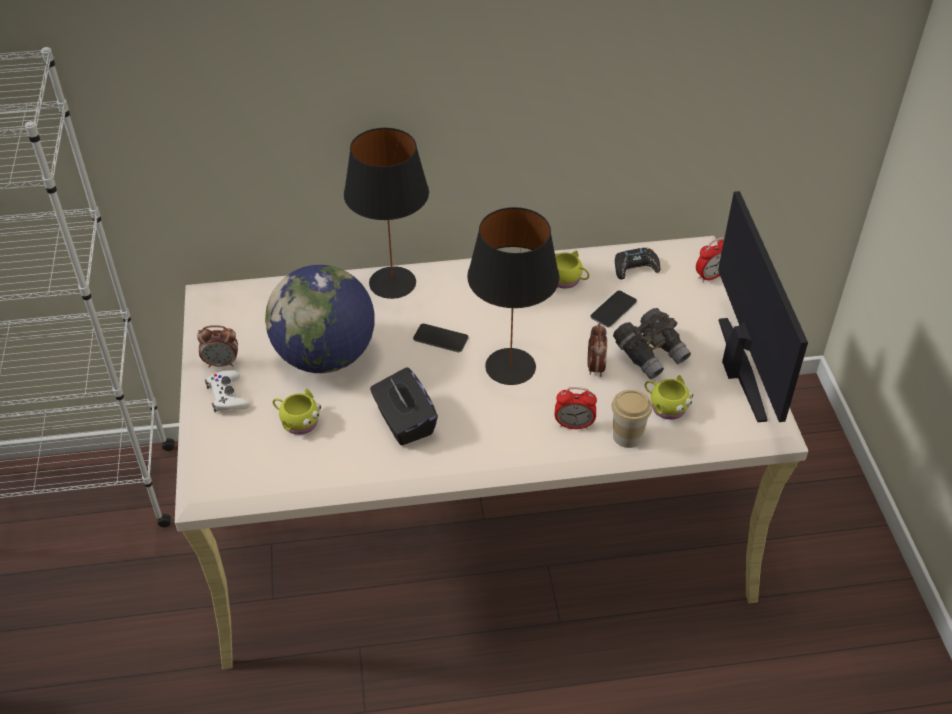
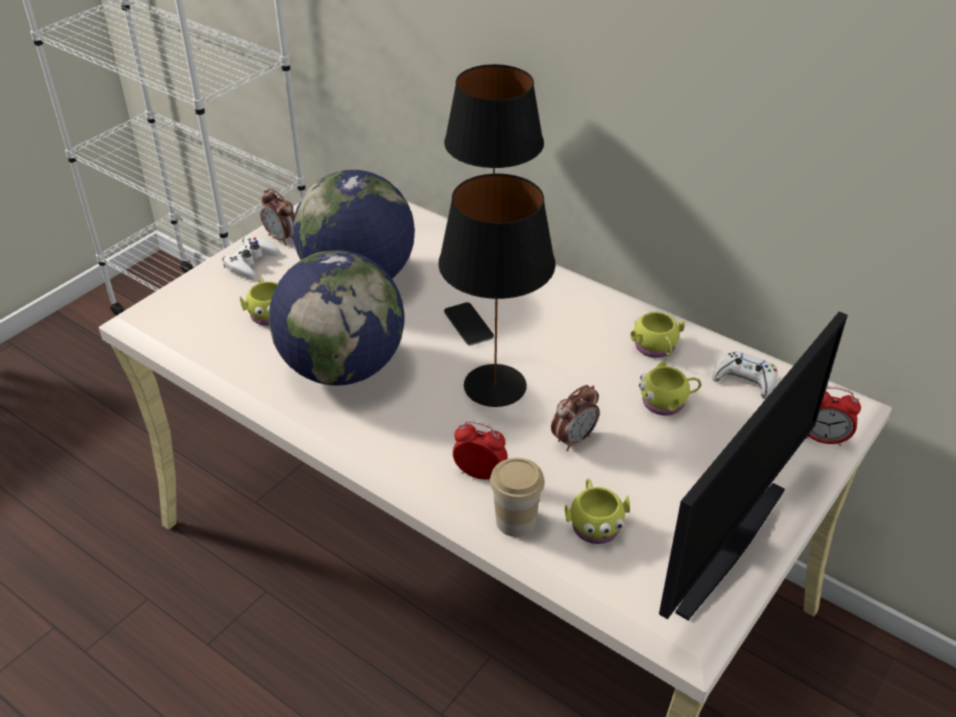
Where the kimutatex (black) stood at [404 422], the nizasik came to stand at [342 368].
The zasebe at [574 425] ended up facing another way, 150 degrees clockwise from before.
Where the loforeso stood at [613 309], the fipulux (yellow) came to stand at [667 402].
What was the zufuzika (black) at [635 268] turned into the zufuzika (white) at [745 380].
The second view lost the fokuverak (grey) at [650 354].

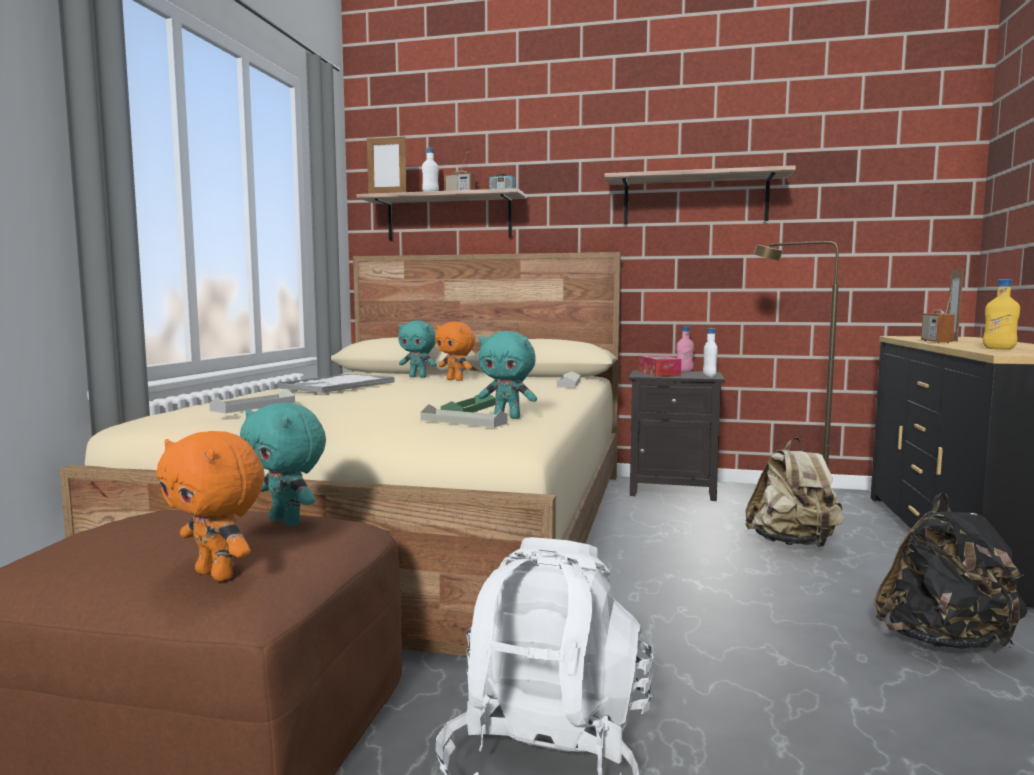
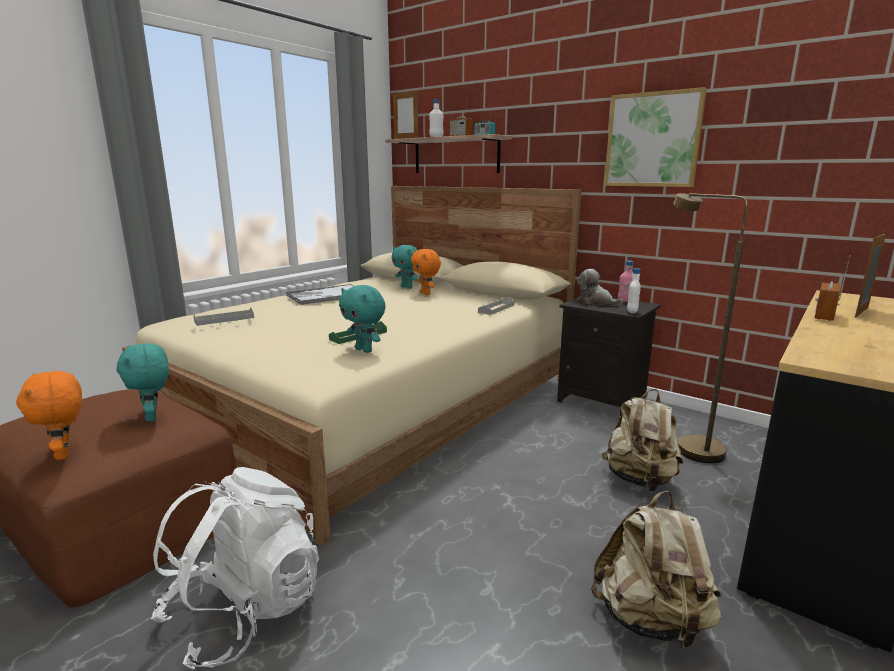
Where the kimutatex stood at [659 373], the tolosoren came to stand at [595 302].
What was the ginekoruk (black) at [945 642] turned into the ginekoruk (beige) at [650 620].
Where the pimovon hung at [695 200], the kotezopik came to hang at [653 140].
The second view lost the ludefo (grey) at [463 421].
The second view lost the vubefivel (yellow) at [999 349].

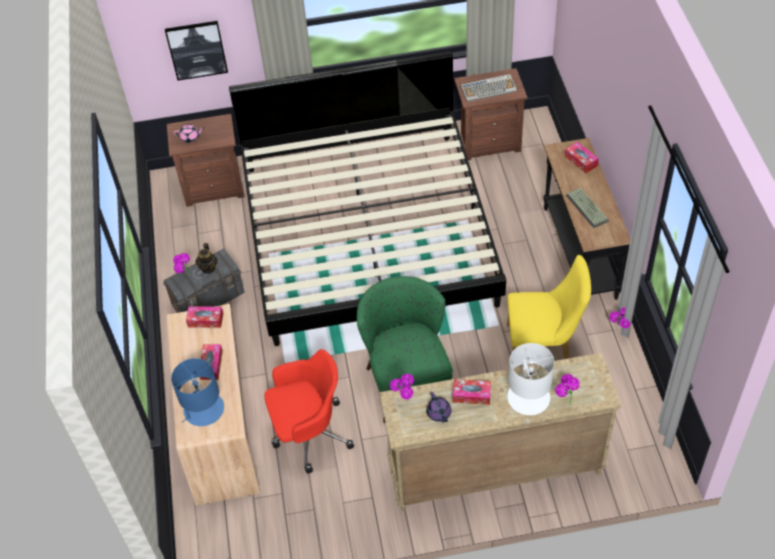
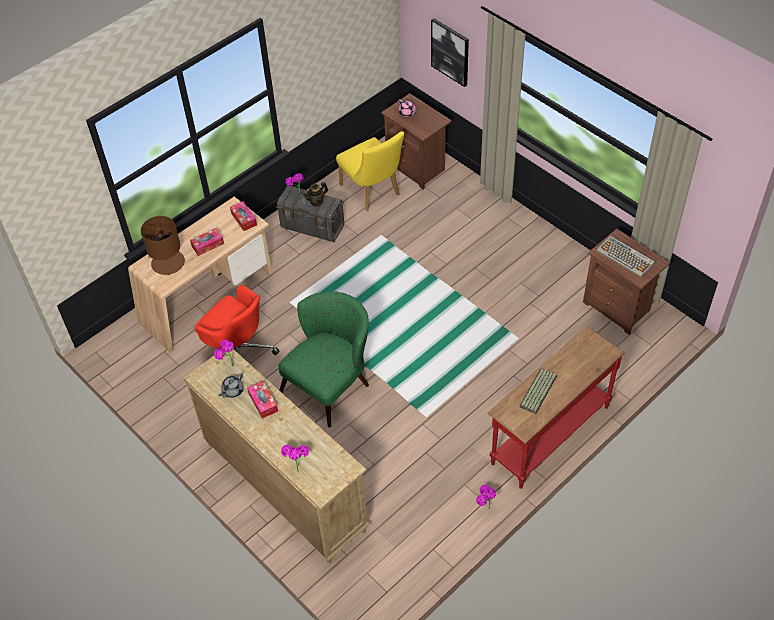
What was the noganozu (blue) at [203 410] turned into the noganozu (brown) at [167 262].
What was the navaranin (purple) at [439 413] turned into the navaranin (grey) at [232 391].
The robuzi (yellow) ended up elsewhere, having gone from [543 345] to [373 192].
What was the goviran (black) at [578 253] turned into the goviran (red) at [549 434].
The second view lost the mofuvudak at [367 233].
The second view lost the noganozu (white) at [528 397].
The second view lost the kimutatex at [581 161].

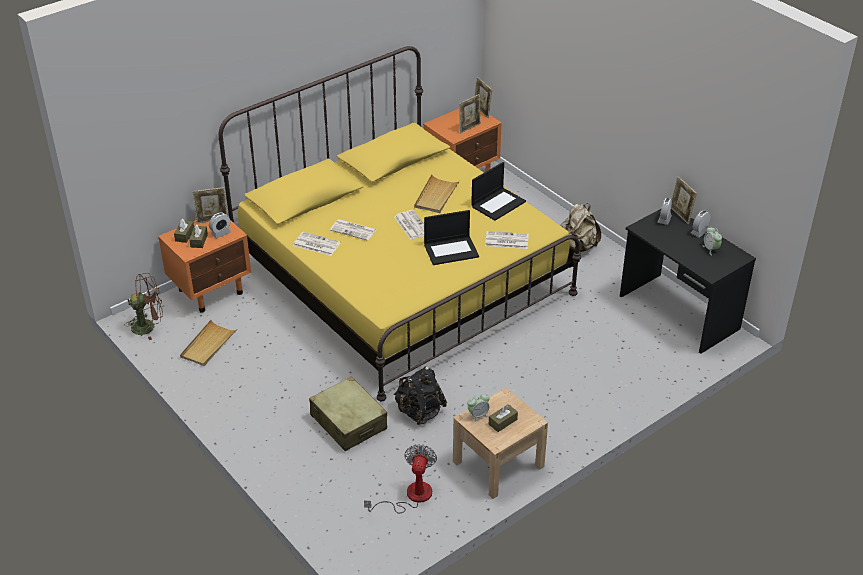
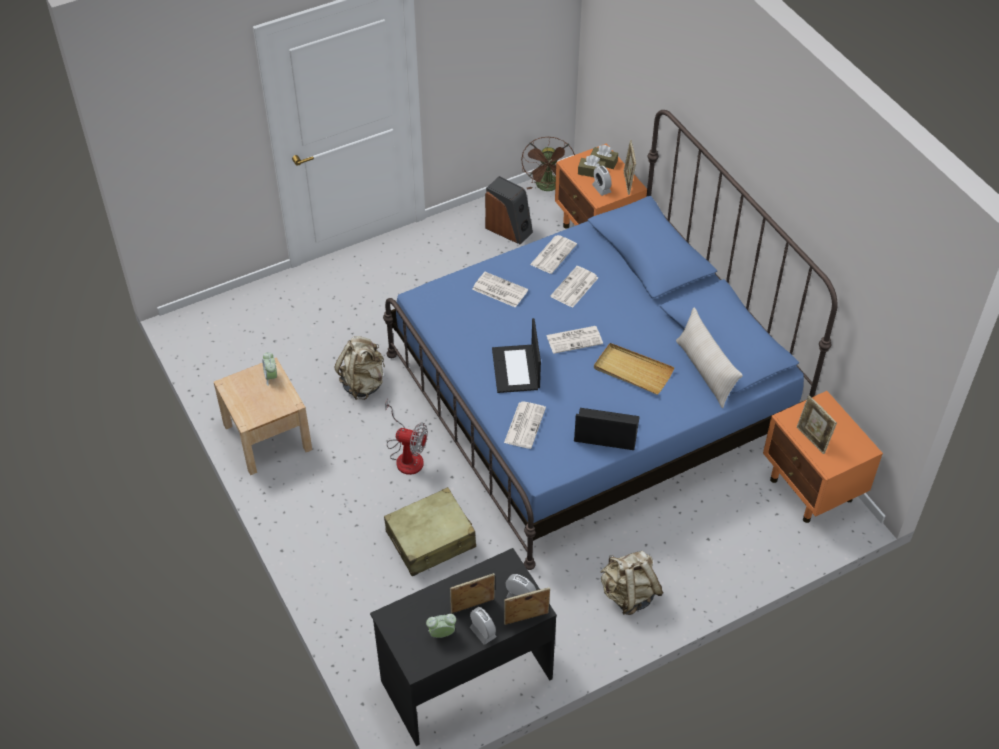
What was the ginekoruk (black) at [419 411] turned into the ginekoruk (beige) at [363 383].
What was the mofuvudak (yellow) at [402 278] turned into the mofuvudak (blue) at [591 396].
The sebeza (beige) ended up elsewhere, having gone from [348 422] to [431 540].
The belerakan ended up elsewhere, having gone from [410 496] to [406 455].
The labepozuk ended up elsewhere, having gone from [482 111] to [472 608].
The second view gained the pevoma at [499 290].
Where the ludefo (beige) stood at [208 345], the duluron came to stand at [509 229].
The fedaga at [498 203] ended up facing another way, 135 degrees clockwise from before.
The second view gained the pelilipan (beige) at [705 372].
The second view lost the kimutatex (brown) at [502 422].

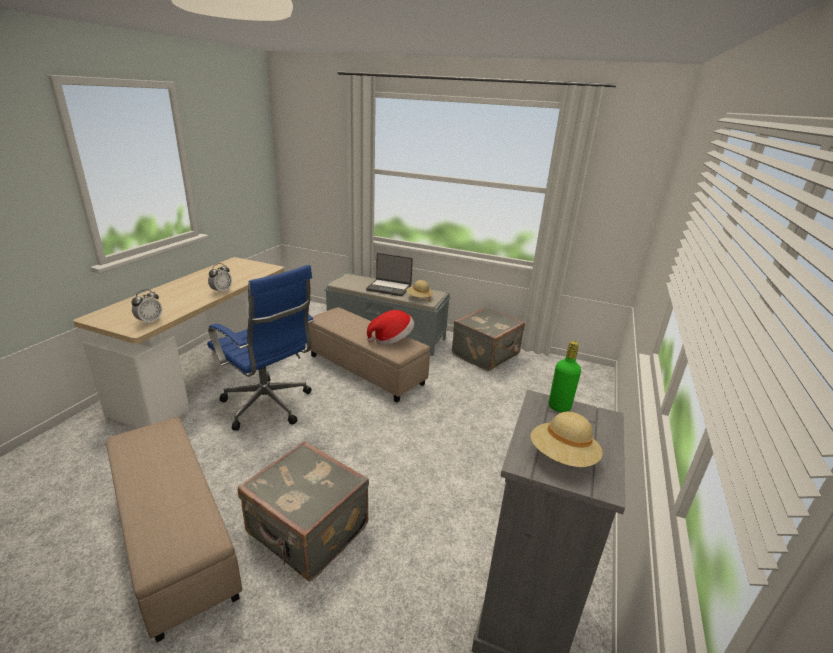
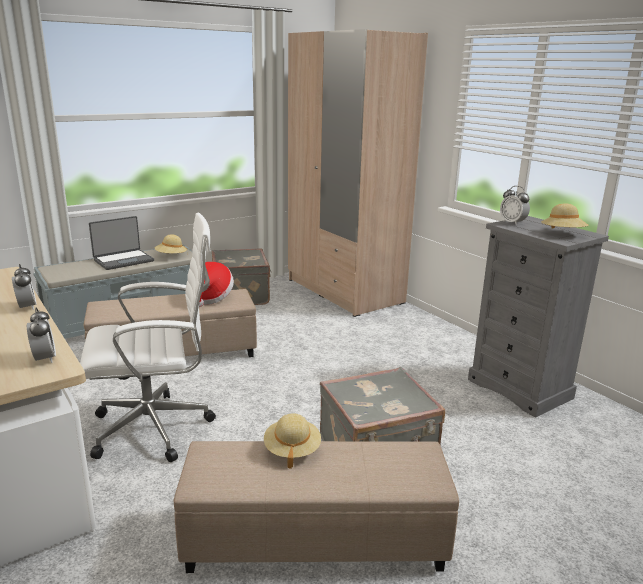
What was the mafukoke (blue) at [269 407] turned into the mafukoke (white) at [158 428].
The second view gained the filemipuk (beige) at [292 450].
The second view gained the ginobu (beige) at [344 291].
Where the vubefivel (green) stood at [559 407], the zasebe came to stand at [512 223].

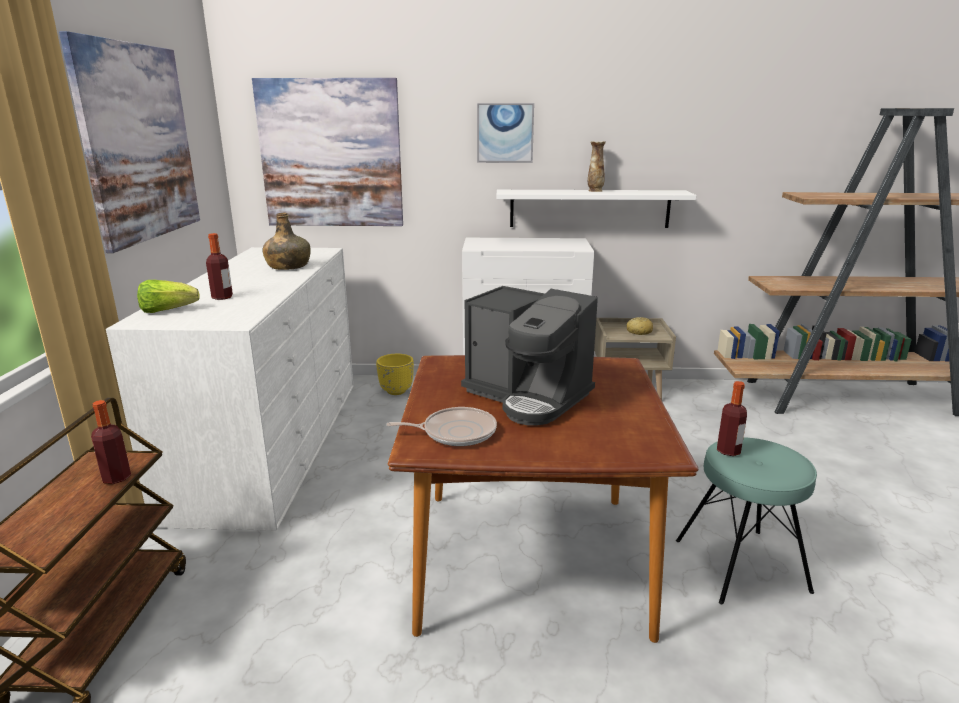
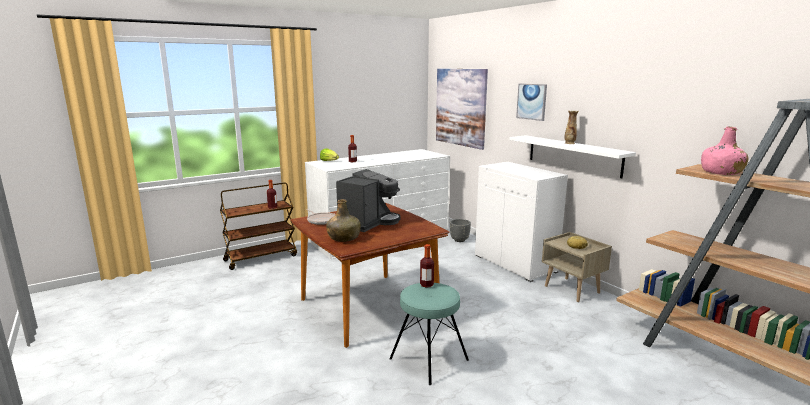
The vubefivel (green) ended up elsewhere, having gone from [288 267] to [344 238].
The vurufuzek at [528 396] ended up facing another way, 150 degrees counterclockwise from before.
What was the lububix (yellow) at [396 391] turned into the lububix (grey) at [459 240].
The second view gained the vubefivel (pink) at [721 172].
The second view lost the kotezopik at [139 143].

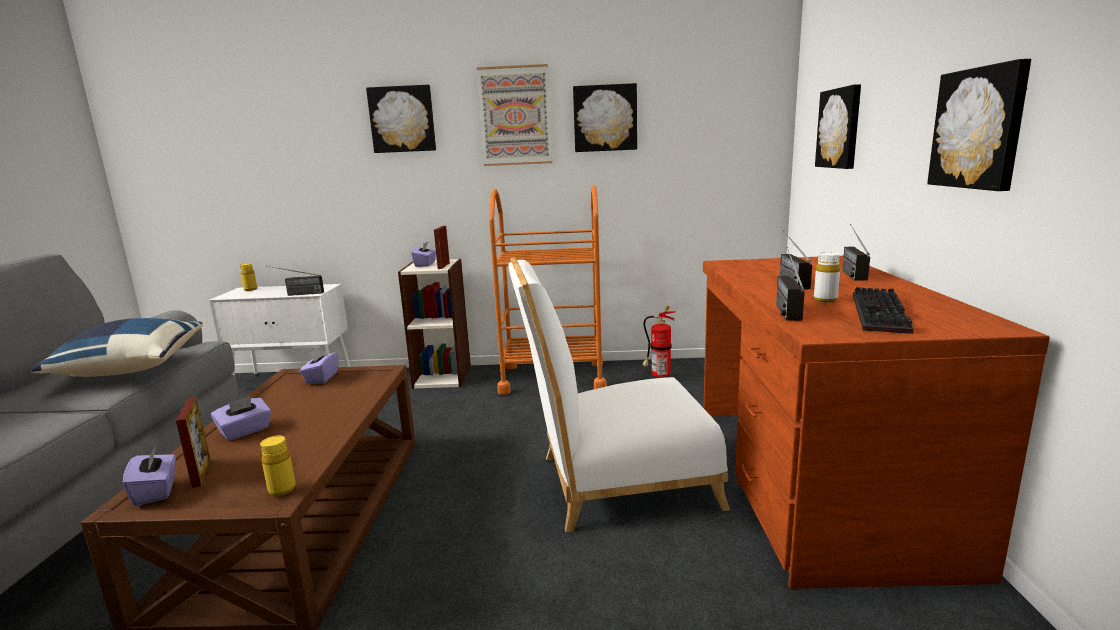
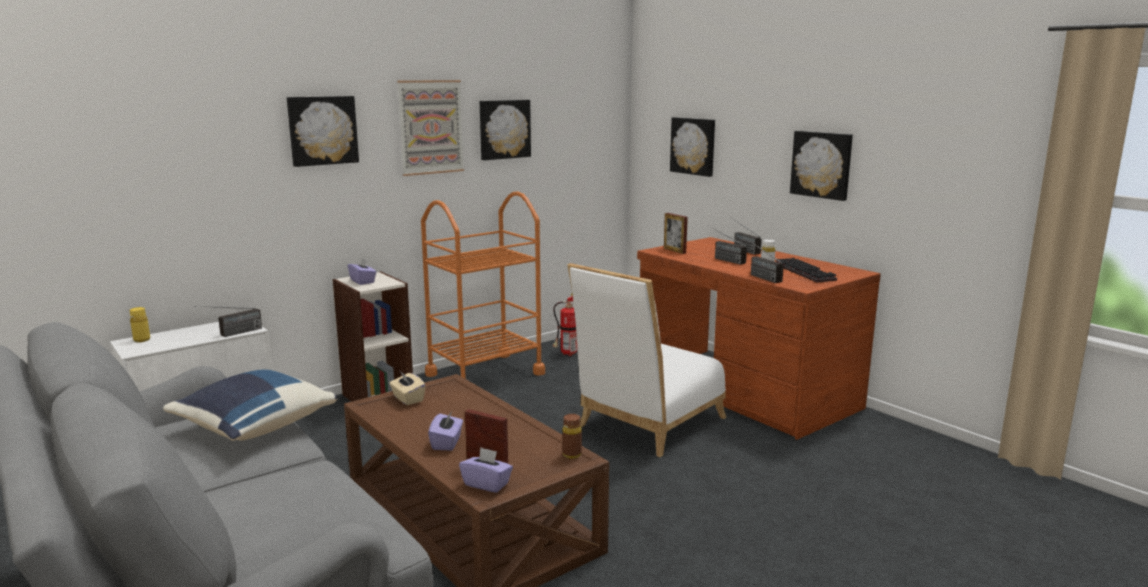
What was the kimutatex (purple) at [321 378] turned into the kimutatex (beige) at [407 399].
What was the vubefivel (yellow) at [282 490] turned into the vubefivel (brown) at [572 454].
The labepozuk ended up elsewhere, having gone from [443 266] to [674 251].

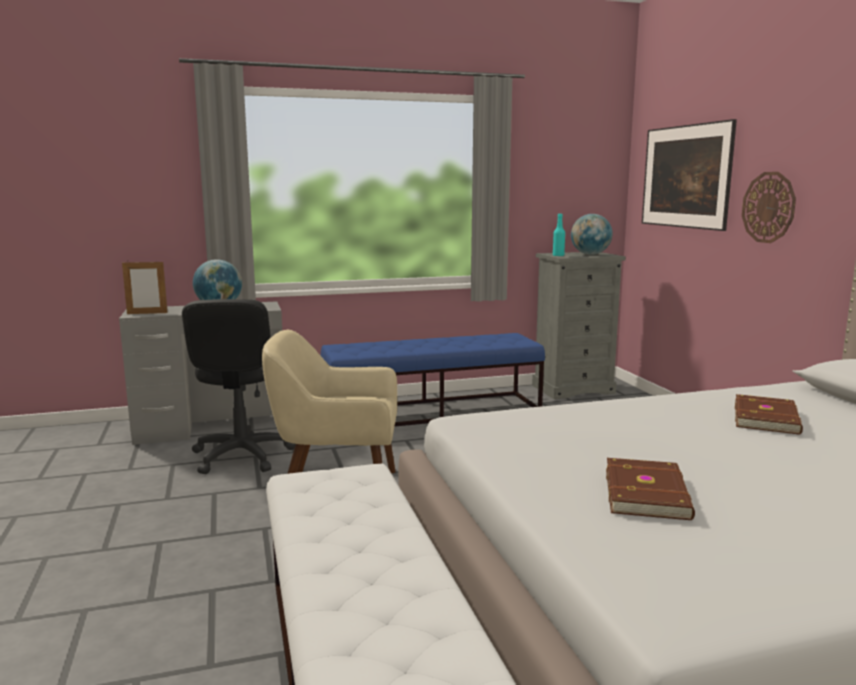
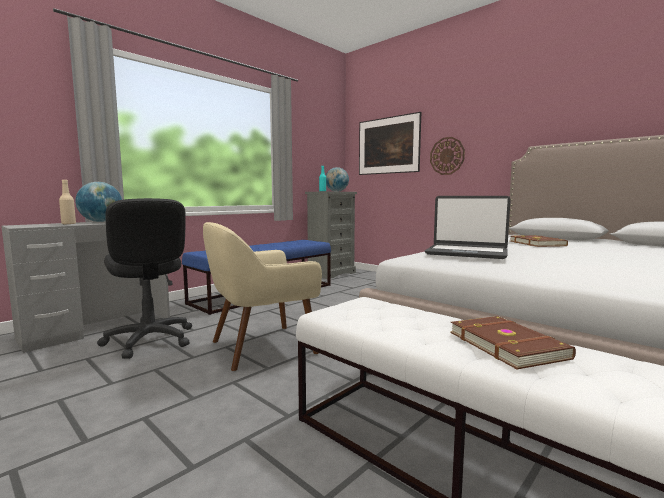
The second view gained the vubefivel (beige) at [68 224].
The second view gained the fedaga at [466 253].
The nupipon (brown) ended up elsewhere, having gone from [648 493] to [507 344].
The second view lost the labepozuk at [147 313].

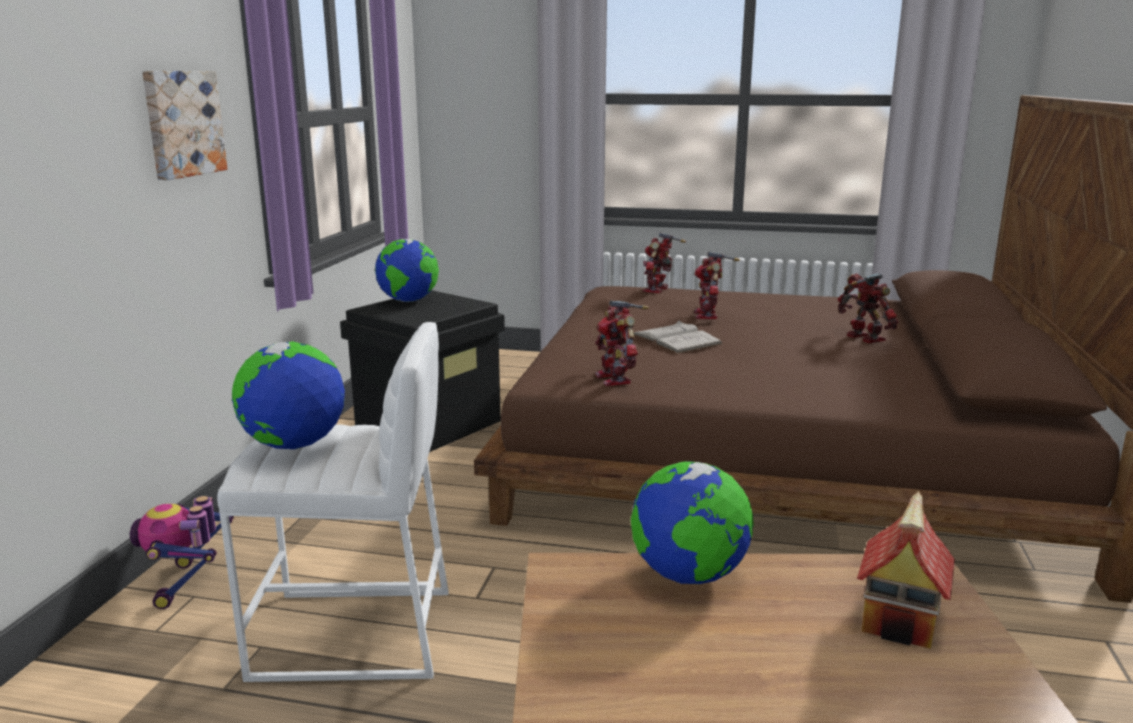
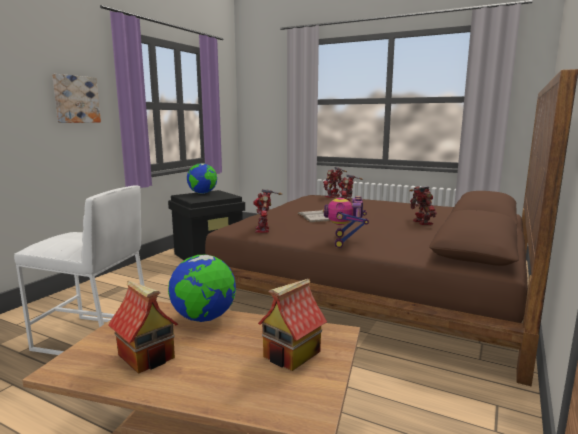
The second view gained the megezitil at [147 356].
The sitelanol ended up elsewhere, having gone from [188 584] to [345 242].
The second view lost the nizasik at [294 445].

